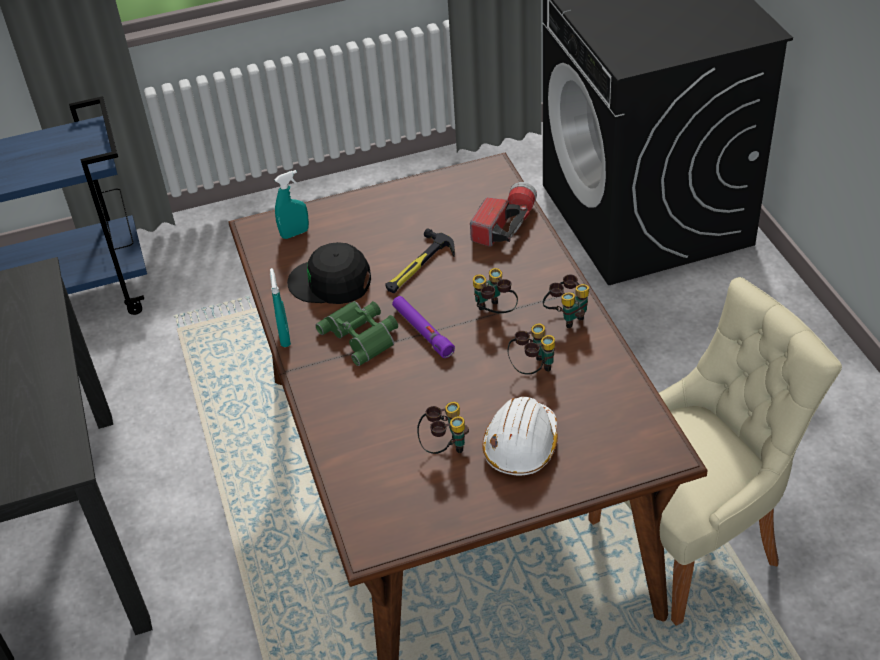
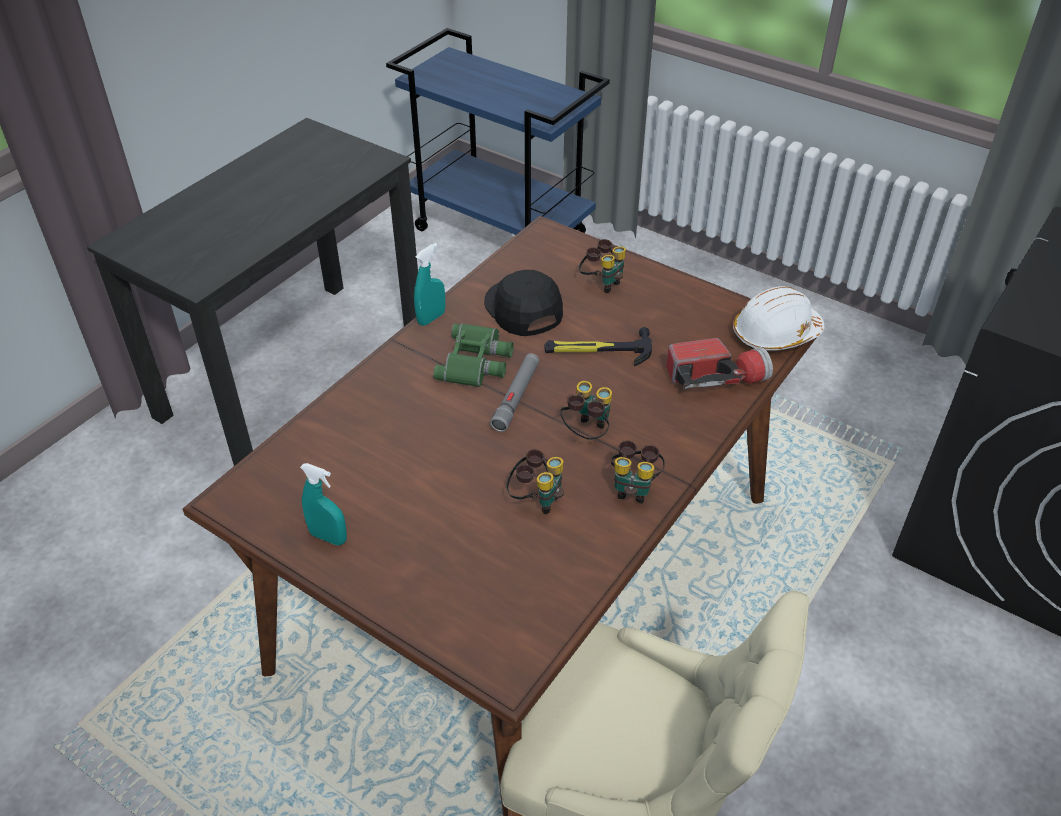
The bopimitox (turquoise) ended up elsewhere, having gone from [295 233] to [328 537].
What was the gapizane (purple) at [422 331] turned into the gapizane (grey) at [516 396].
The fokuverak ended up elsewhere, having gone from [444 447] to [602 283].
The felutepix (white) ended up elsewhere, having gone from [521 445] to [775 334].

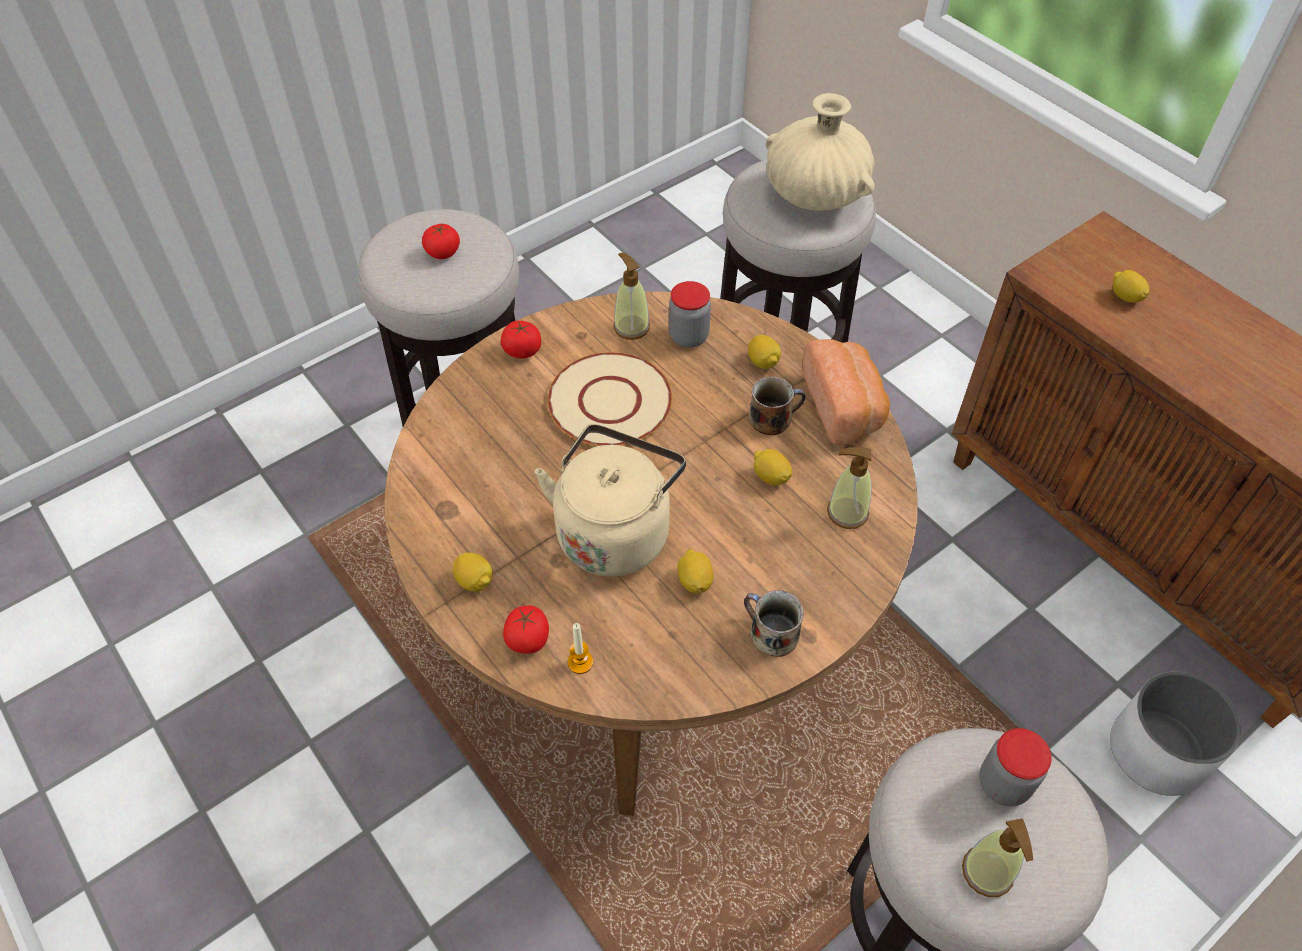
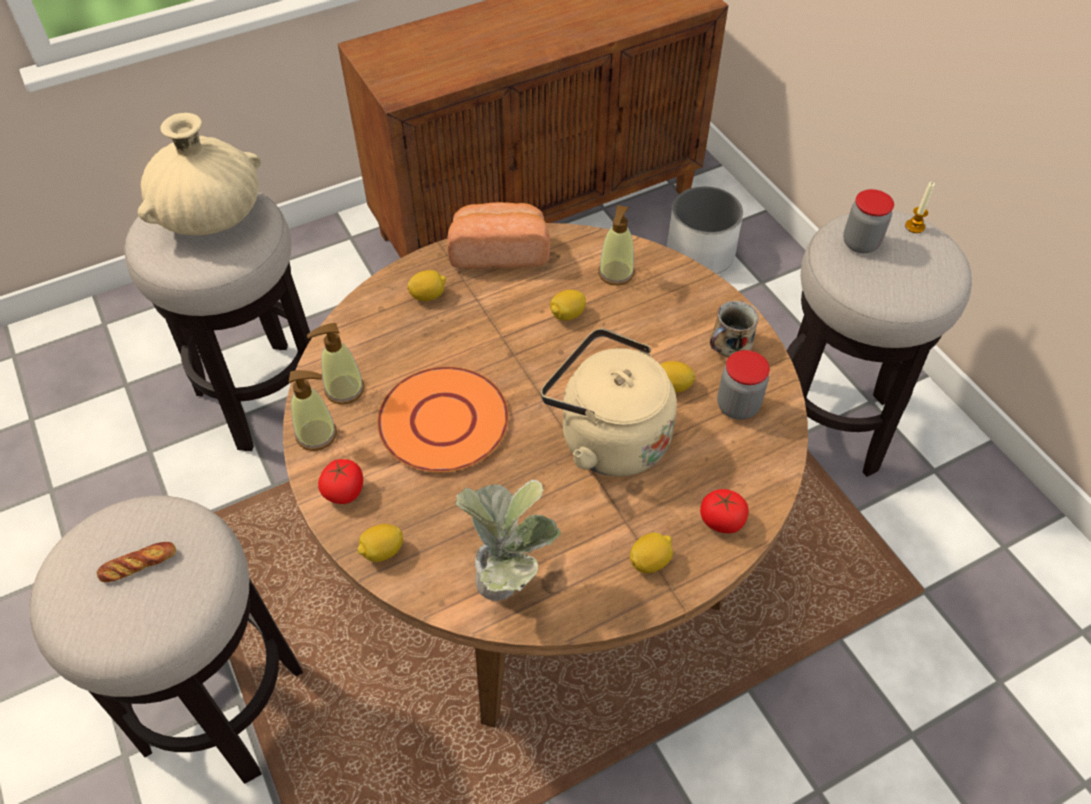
Where the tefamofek stood at [443 252], the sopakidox came to stand at [138 564].
The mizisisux ended up elsewhere, having gone from [987 872] to [317 435].
The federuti ended up elsewhere, having gone from [1125 297] to [382 551].
What was the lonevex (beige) at [609 402] turned into the lonevex (orange) at [444 421].
The second view gained the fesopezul at [508 577].
The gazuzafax ended up elsewhere, having gone from [688 336] to [737 406].
The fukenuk ended up elsewhere, having gone from [580 662] to [914 226].
The second view lost the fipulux at [772 418].

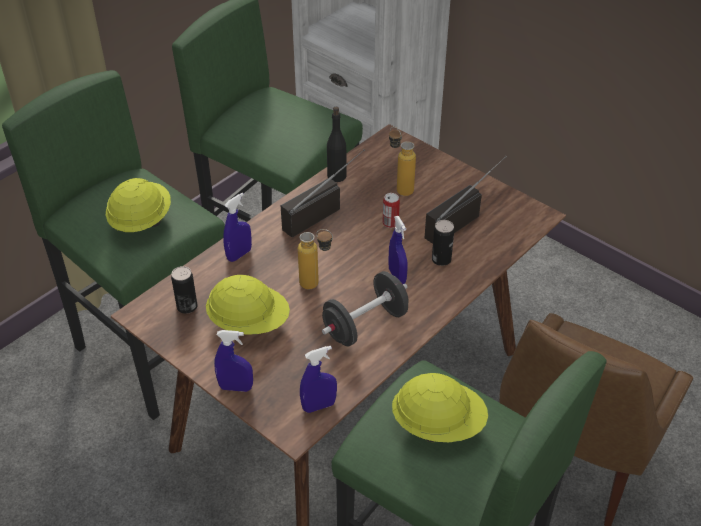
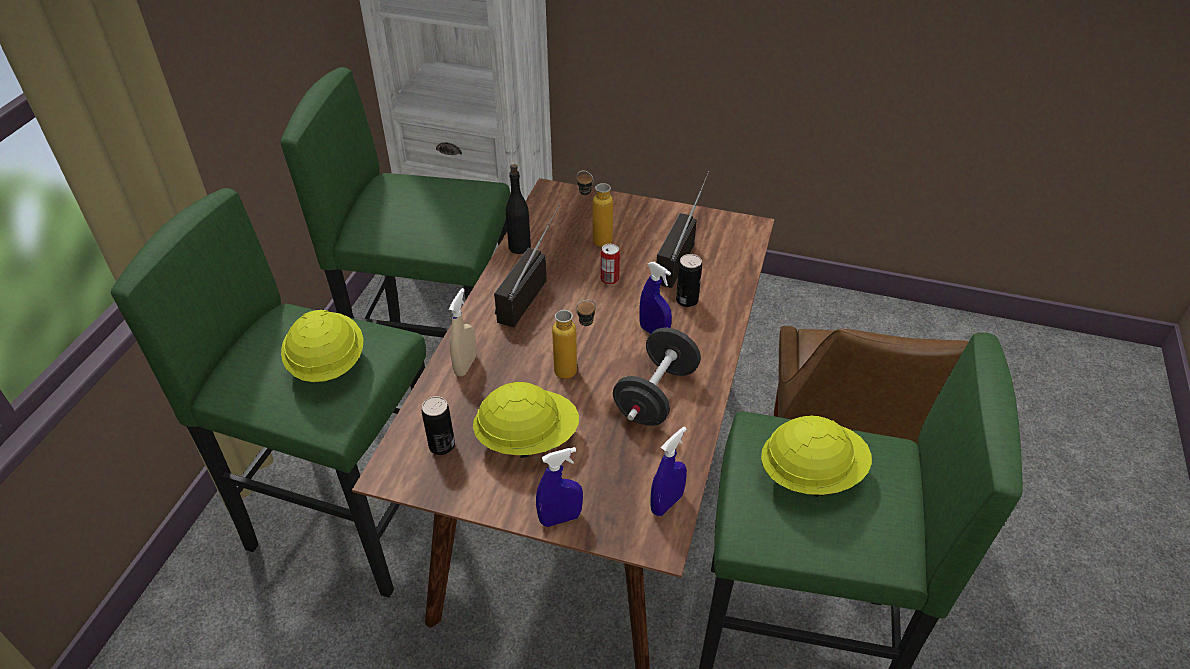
What was the bopimitox (blue) at [239 254] turned into the bopimitox (beige) at [465 365].

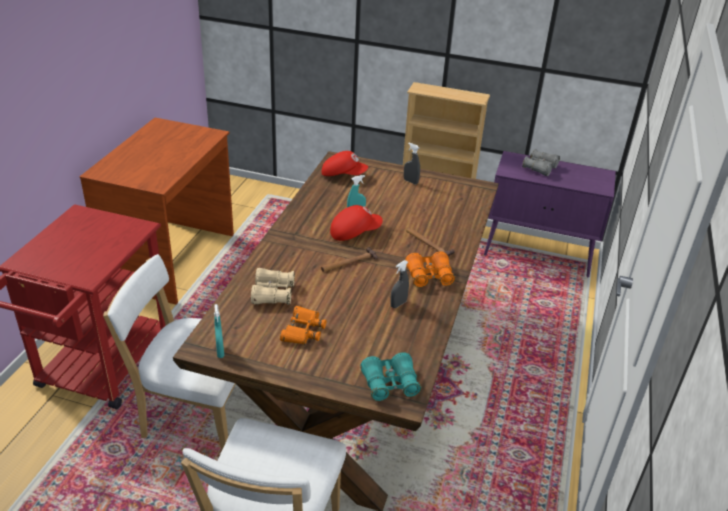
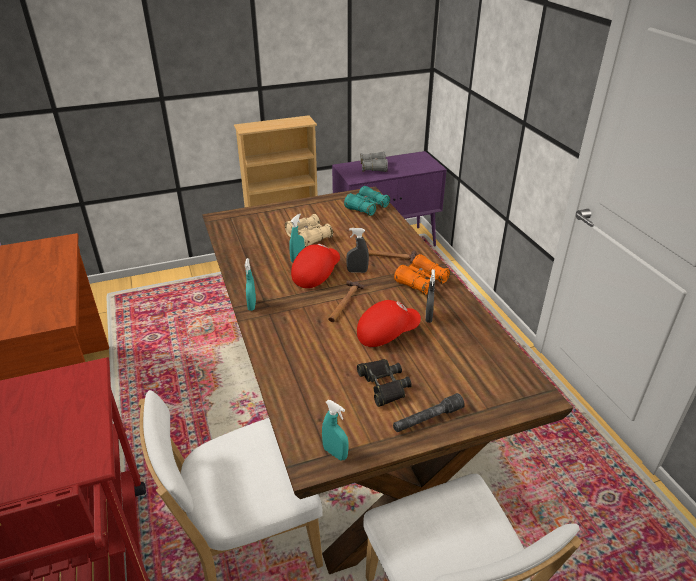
The second view gained the bopimitox (turquoise) at [252 305].
The fokuverak (beige) ended up elsewhere, having gone from [273 294] to [308 237].
The fokuverak (turquoise) ended up elsewhere, having gone from [390 384] to [367 207].
The bopimitox (grey) ended up elsewhere, having gone from [410 181] to [357 271].
The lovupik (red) ended up elsewhere, having gone from [343 174] to [386 333].
What was the fokuverak (orange) at [303 330] turned into the fokuverak (black) at [383 385].
The second view gained the gapizane (grey) at [427 419].

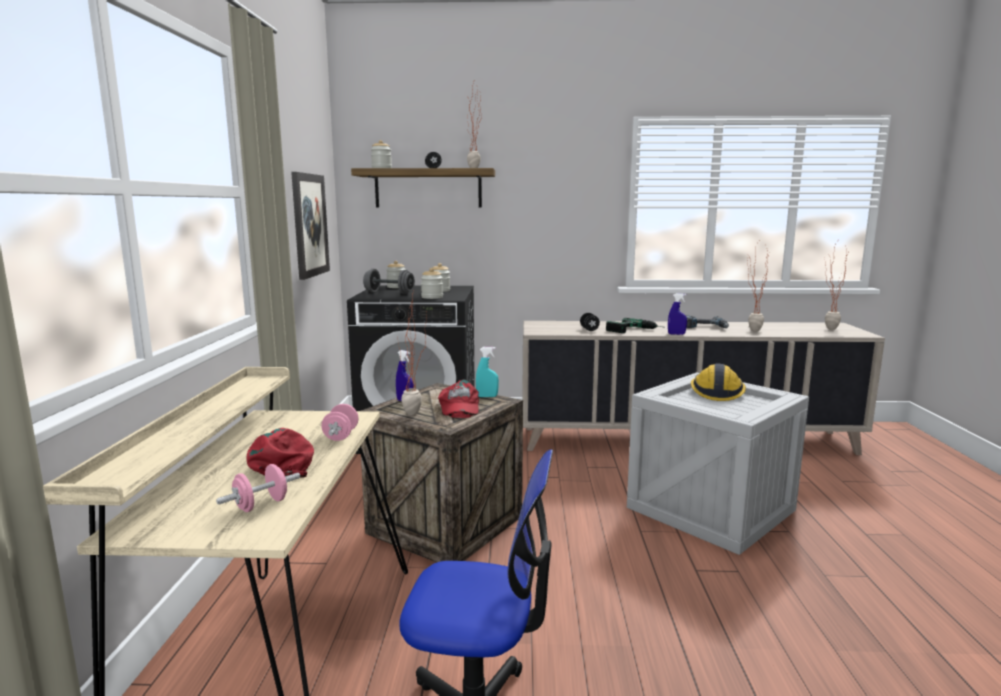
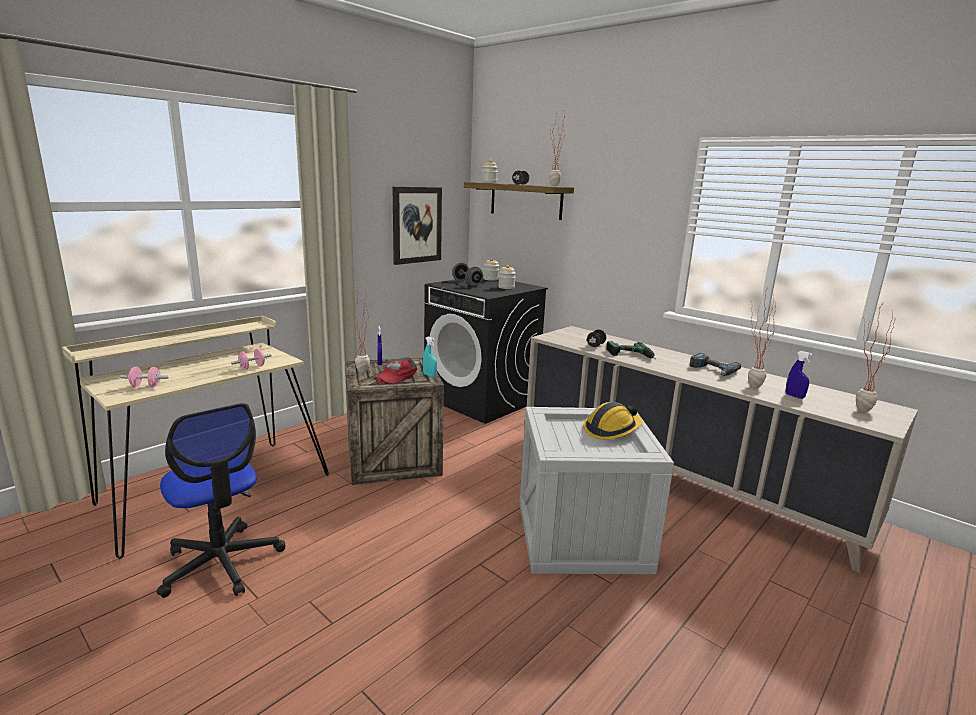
The bopimitox (blue) ended up elsewhere, having gone from [676 334] to [794 396].
The second view lost the lovupik (red) at [284 462].
The second view lost the gazuzafax at [432 297].

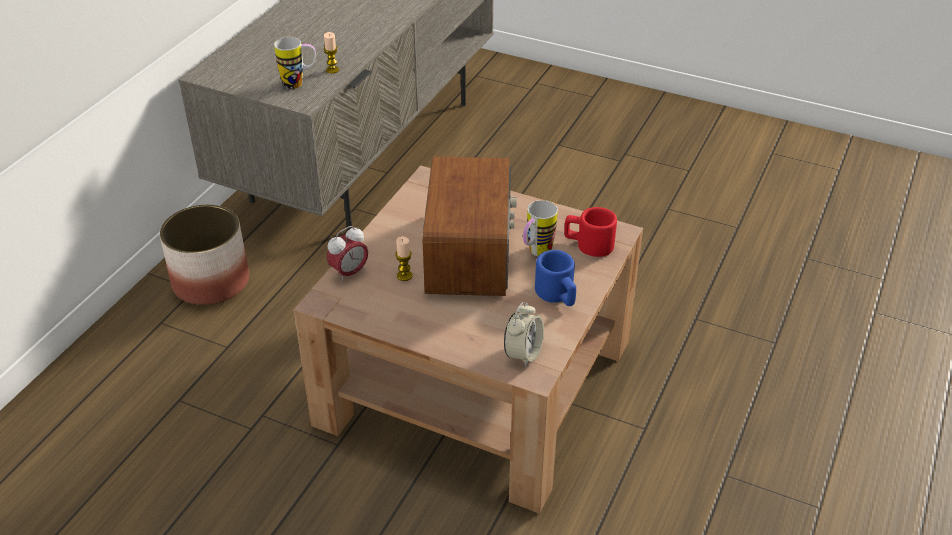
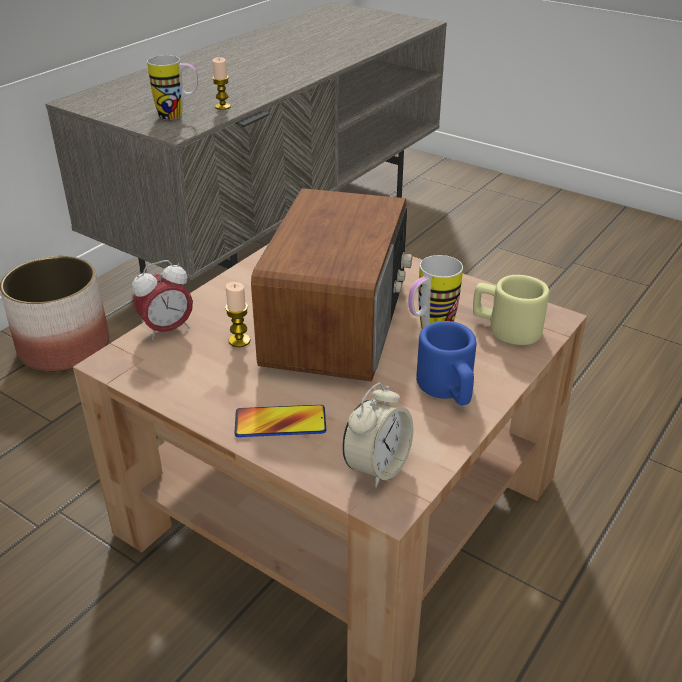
The second view gained the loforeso at [280 423].
What was the fipulux (red) at [588 244] turned into the fipulux (beige) at [505 328].

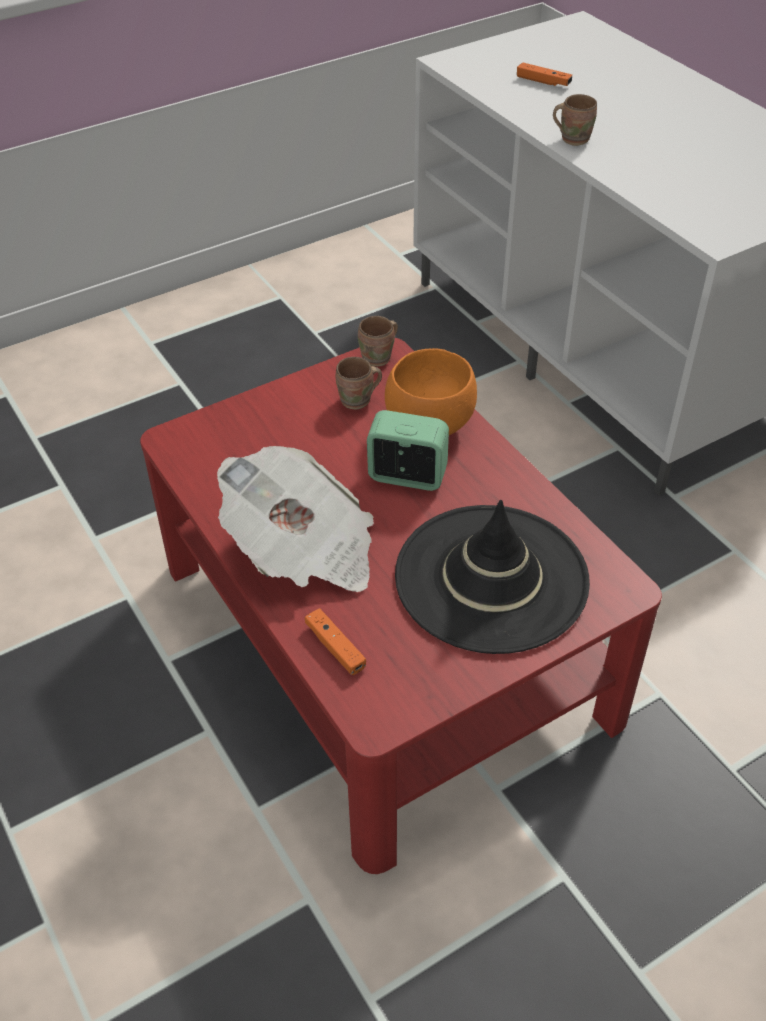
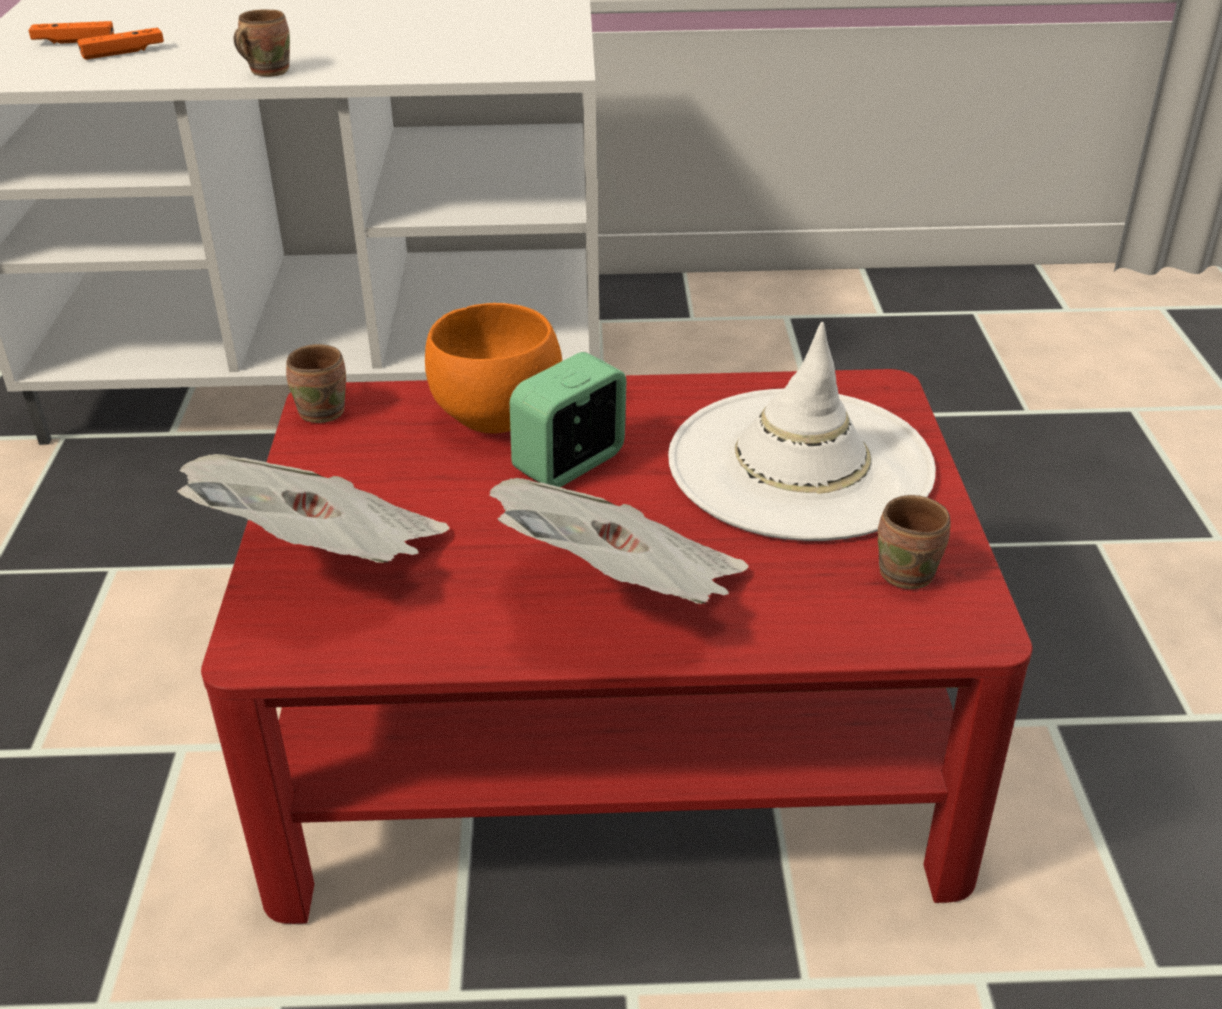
The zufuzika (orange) ended up elsewhere, having gone from [335 647] to [74 42].
The second view gained the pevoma at [329 559].
What was the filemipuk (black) at [491 578] turned into the filemipuk (white) at [800 464].
The fipulux (brown) ended up elsewhere, having gone from [358 401] to [910 572].

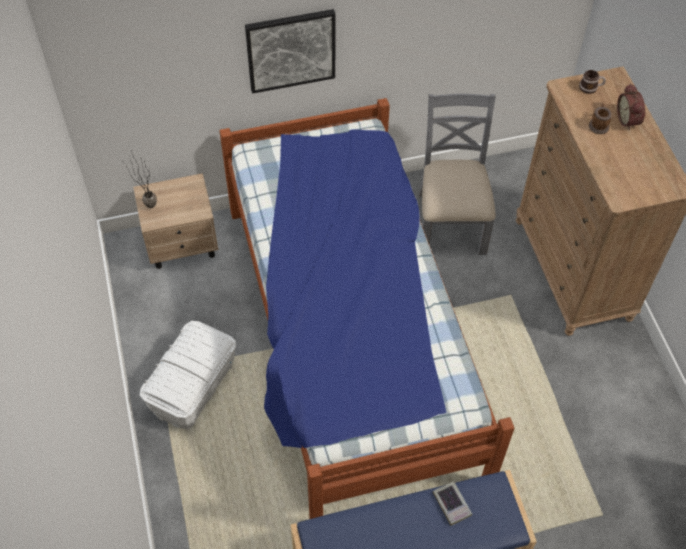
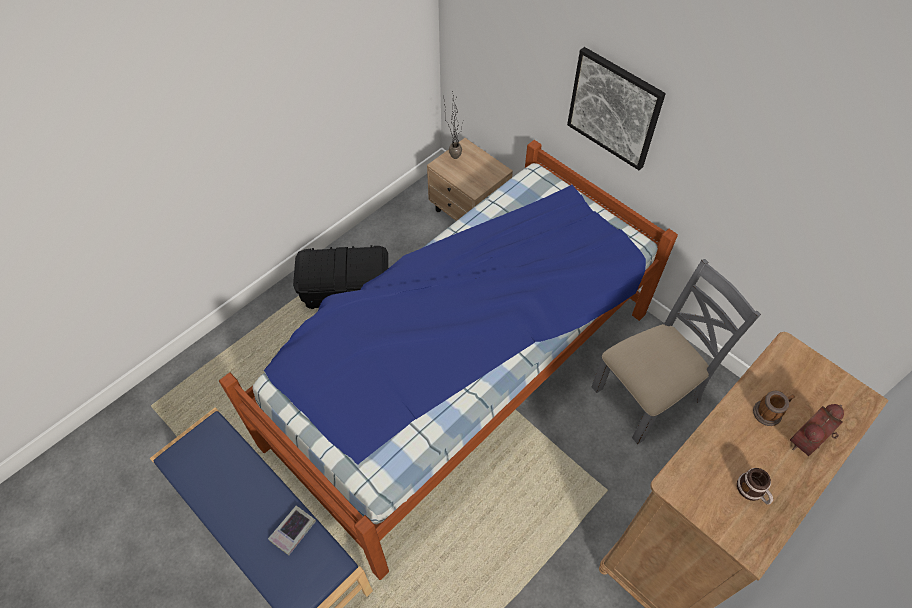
What was the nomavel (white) at [192 386] turned into the nomavel (black) at [346 289].
The fipulux ended up elsewhere, having gone from [591 87] to [753 491].

